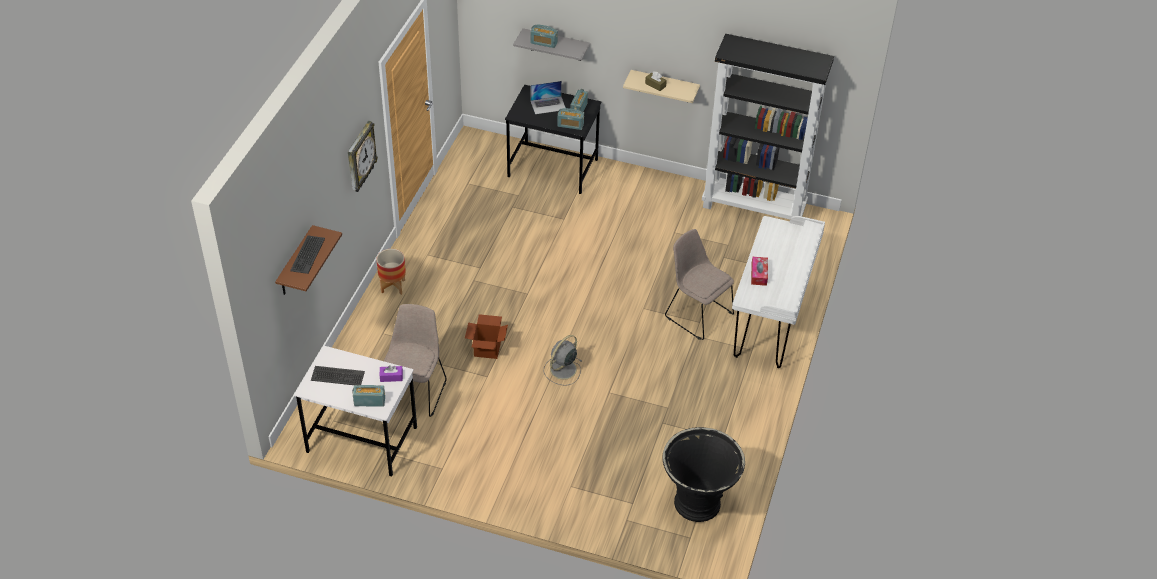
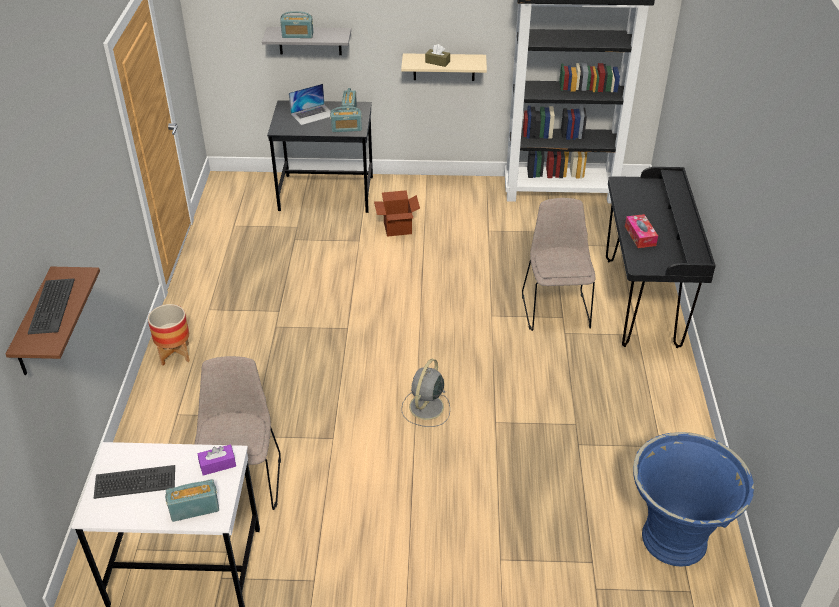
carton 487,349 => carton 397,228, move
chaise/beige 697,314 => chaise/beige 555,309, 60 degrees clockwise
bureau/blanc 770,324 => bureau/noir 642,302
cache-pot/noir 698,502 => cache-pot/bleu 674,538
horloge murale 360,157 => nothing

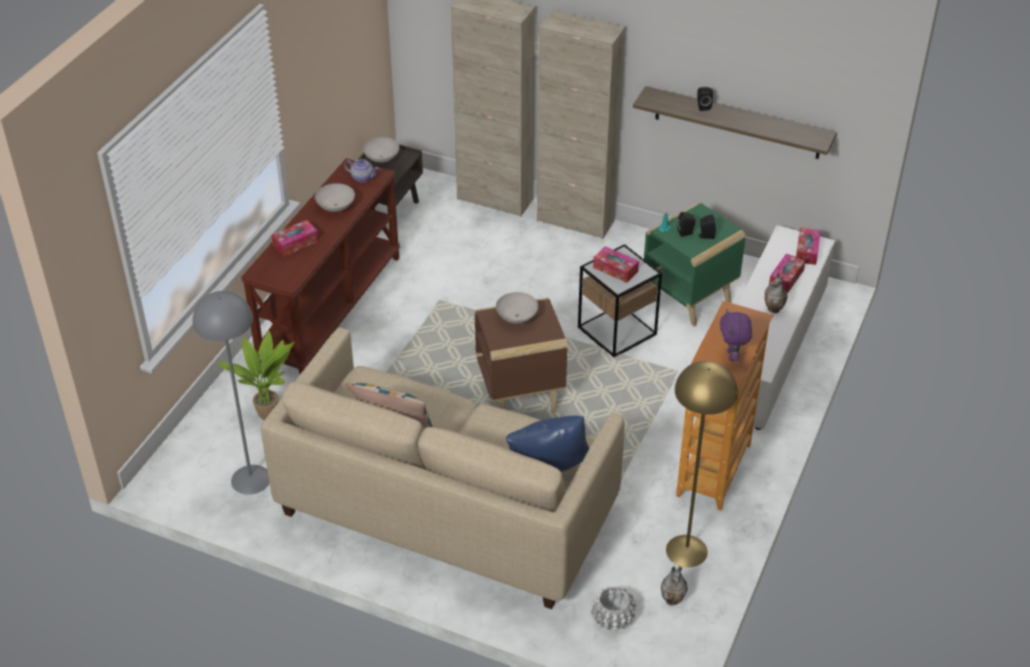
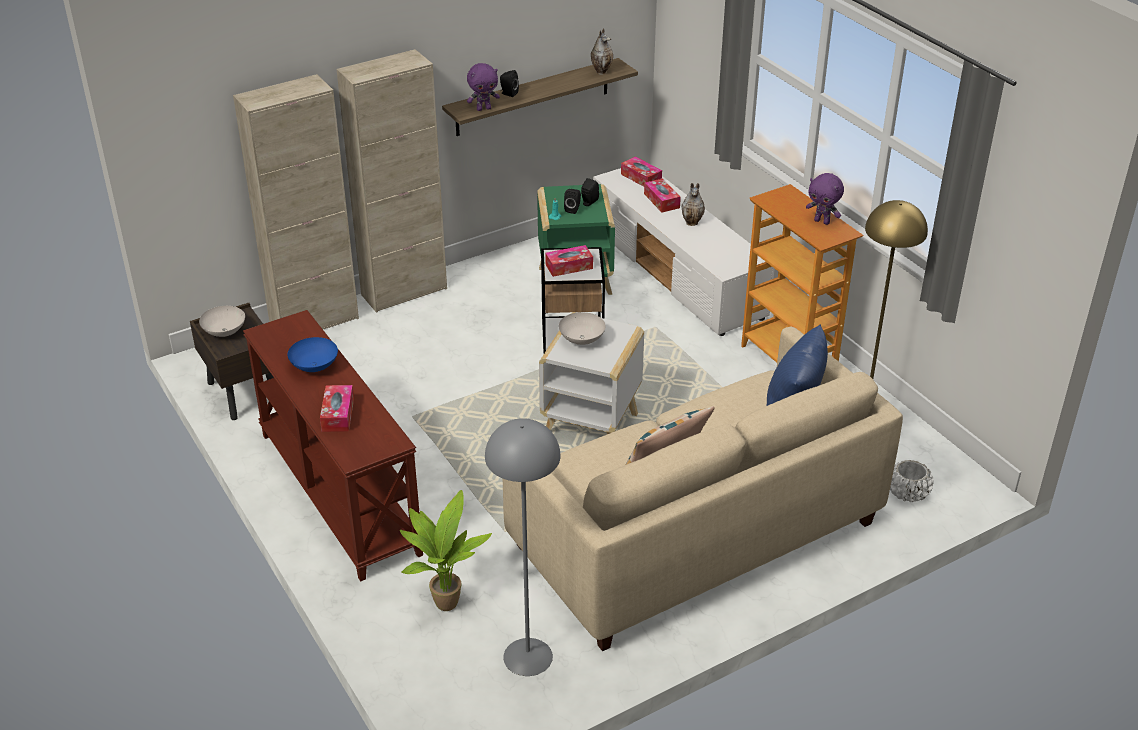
bol/blanc 335,207 => bol/bleu 313,367
nothing => peluche/violet 483,109
table d'appoint/marron 520,394 => table d'appoint/blanc 593,423
vase 673,600 => vase 601,71, move
théière 362,177 => nothing

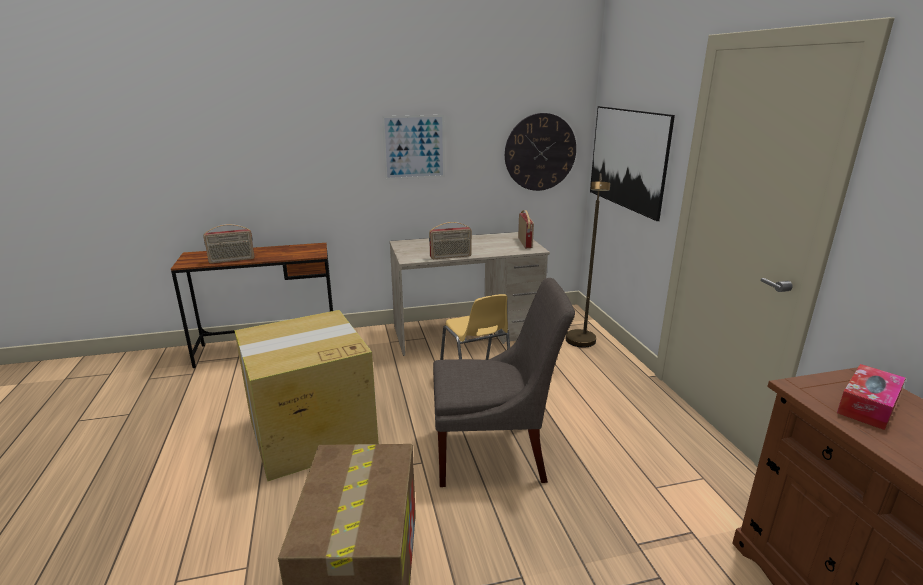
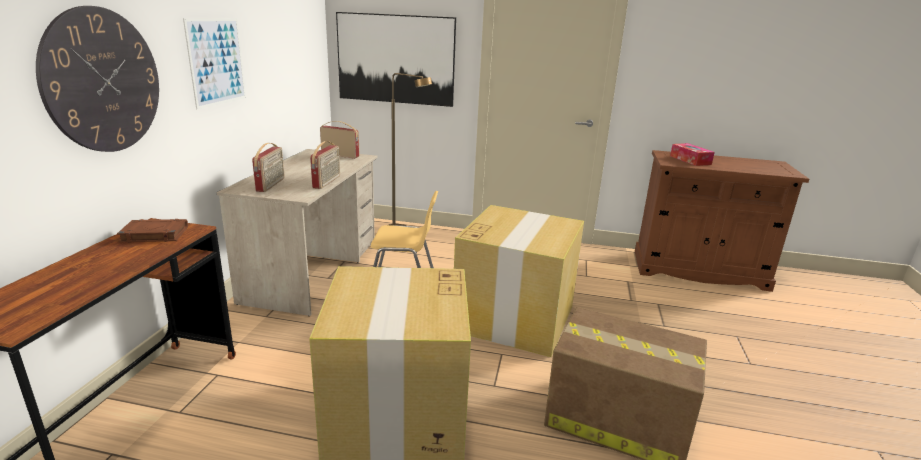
horloge murale 540,152 => horloge murale 103,81, move
nothing => livre/marron 154,235
radio 232,260 => radio 271,185, move
chaise/gris 495,454 => carton 515,317

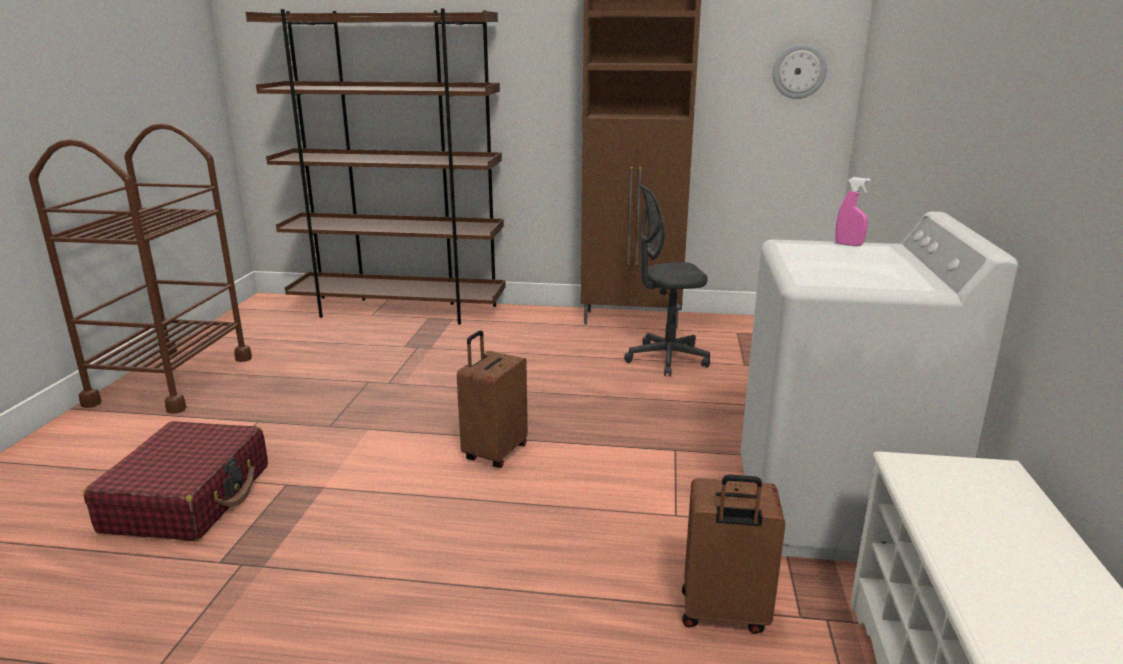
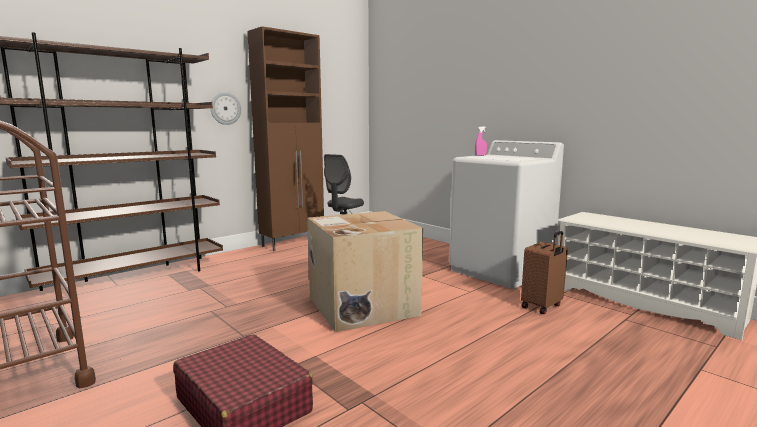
horloge murale 799,71 => horloge murale 225,108, move
valise/marron 494,453 => carton 361,305

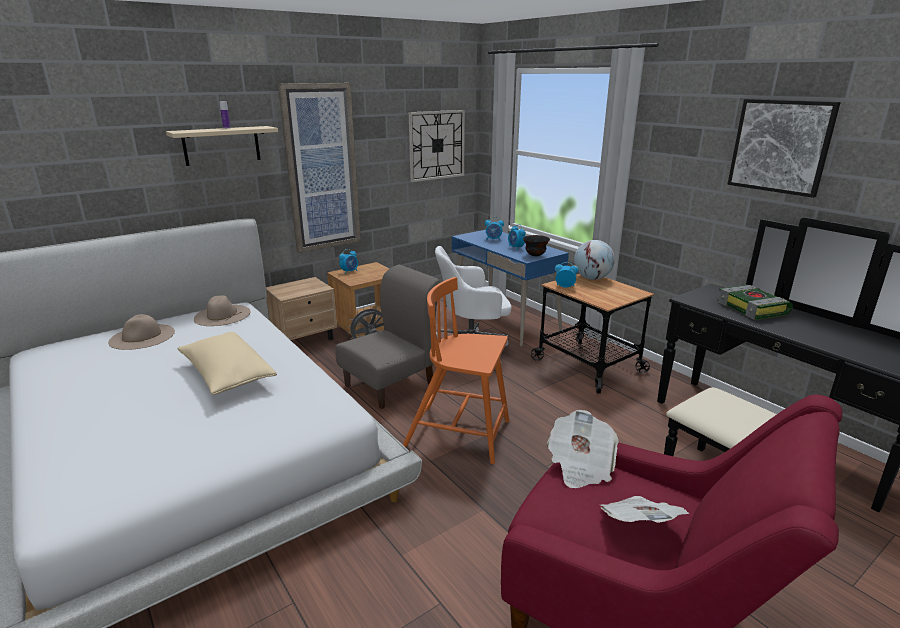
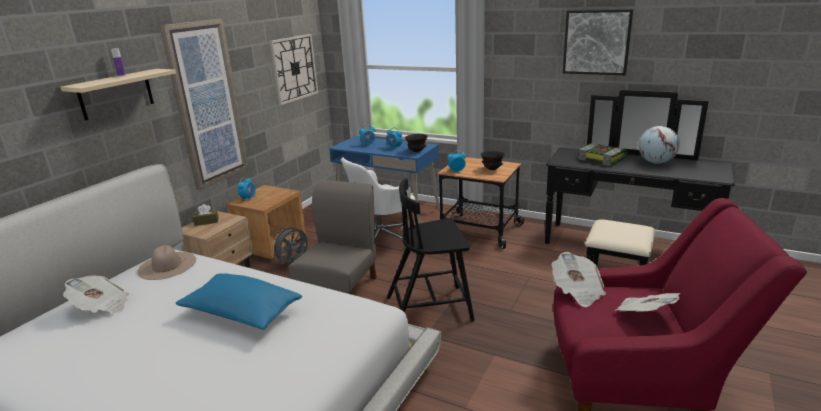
chapeau/beige 142,337 => journal 101,307
coussin/beige 227,375 => coussin/bleu 241,313
nothing => boîte à mouchoirs/marron 206,222
chaise/orange 460,434 => chaise/noir 430,308
nothing => bol/noir 492,169
globe 592,278 => globe 656,162, move

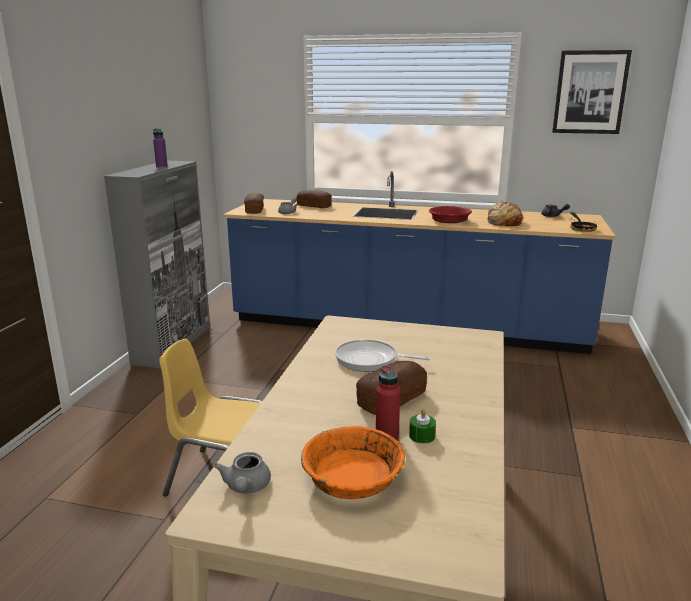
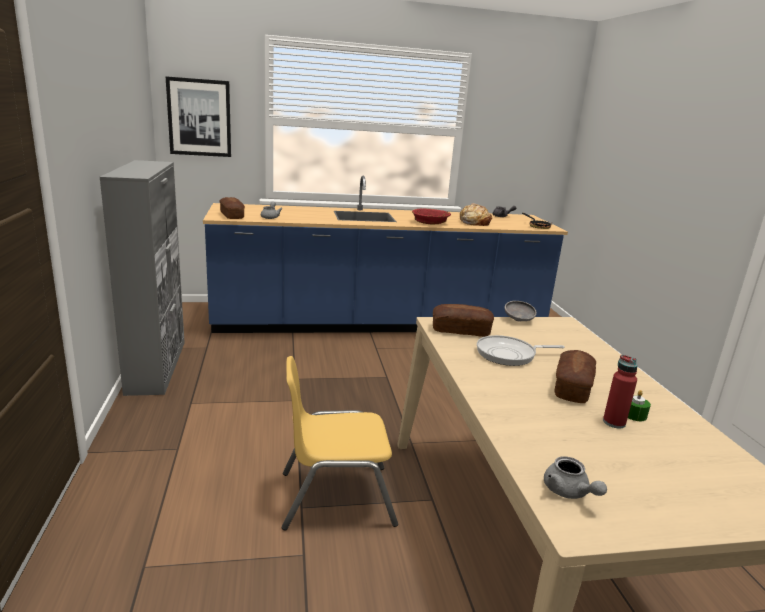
tableau 590,92 => tableau 199,117, move
pain 314,206 => pain 461,331, move
nothing => bol/gris 518,320
bouteille/violet 161,167 => nothing
bol/orange 352,477 => nothing

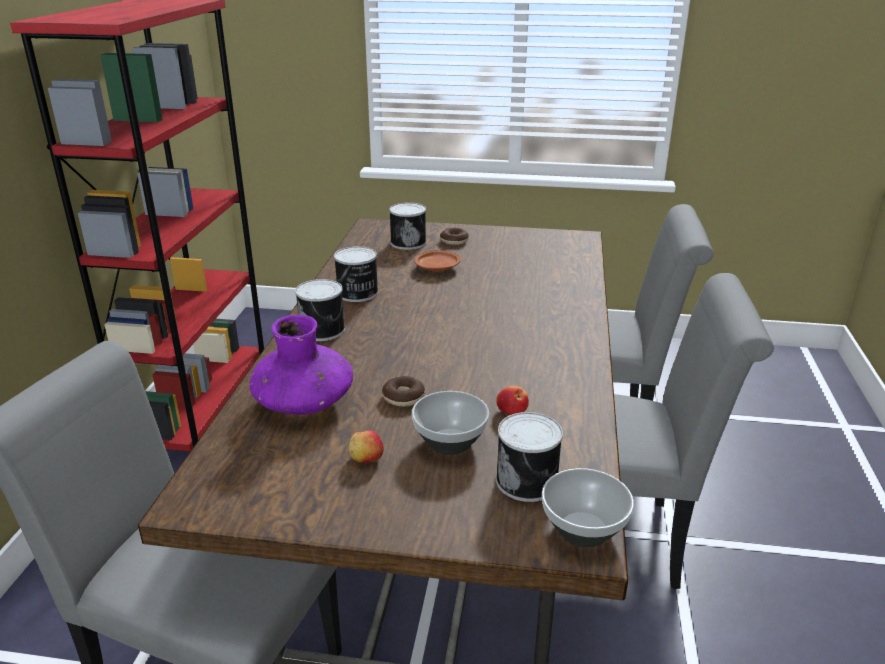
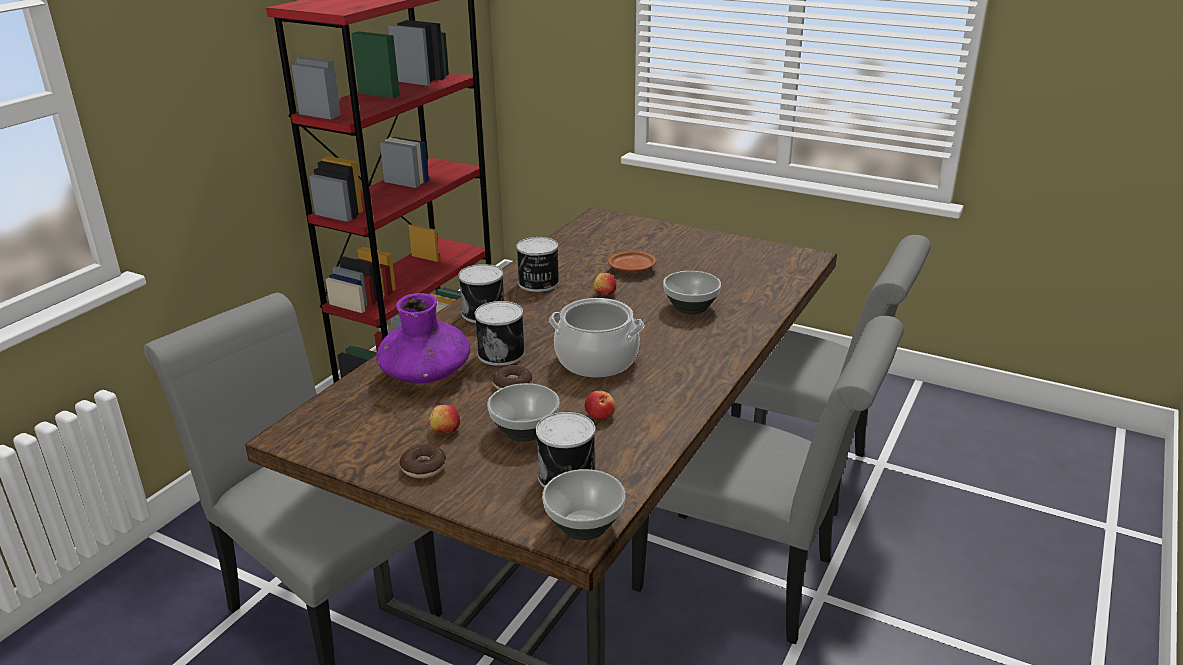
beignet 454,241 => beignet 423,467, move
boîte métallique 408,242 => boîte métallique 502,353, move
nothing => marmite 596,360
nothing => pomme 604,293
nothing => bol 690,307

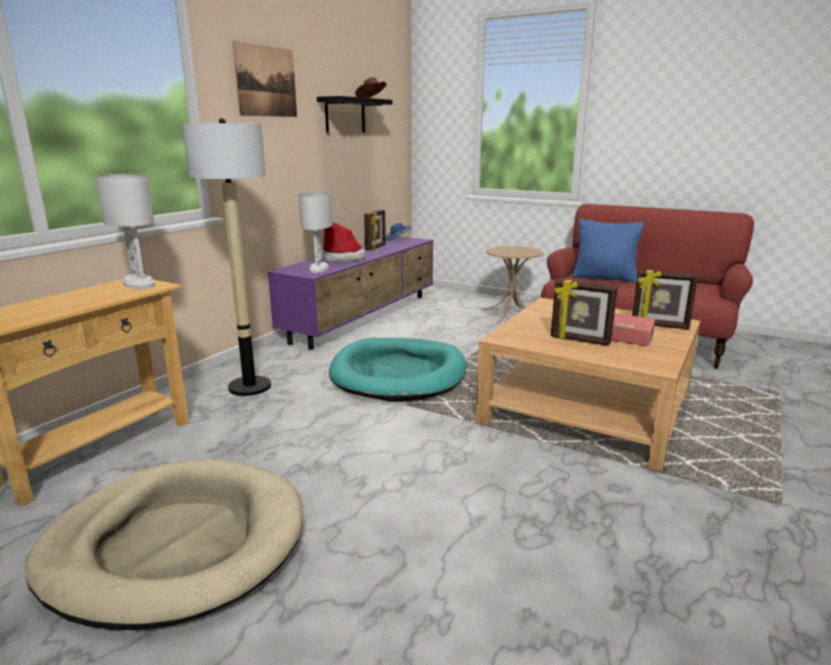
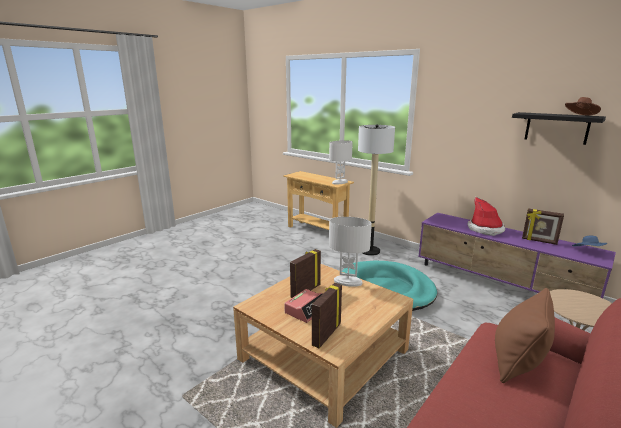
lampe de table/blanc 319,269 => lampe de table/blanc 347,282, move
coussin/bleu 604,278 => coussin/marron 517,362
panier pour chien/beige 176,545 => nothing
tableau 266,81 => nothing

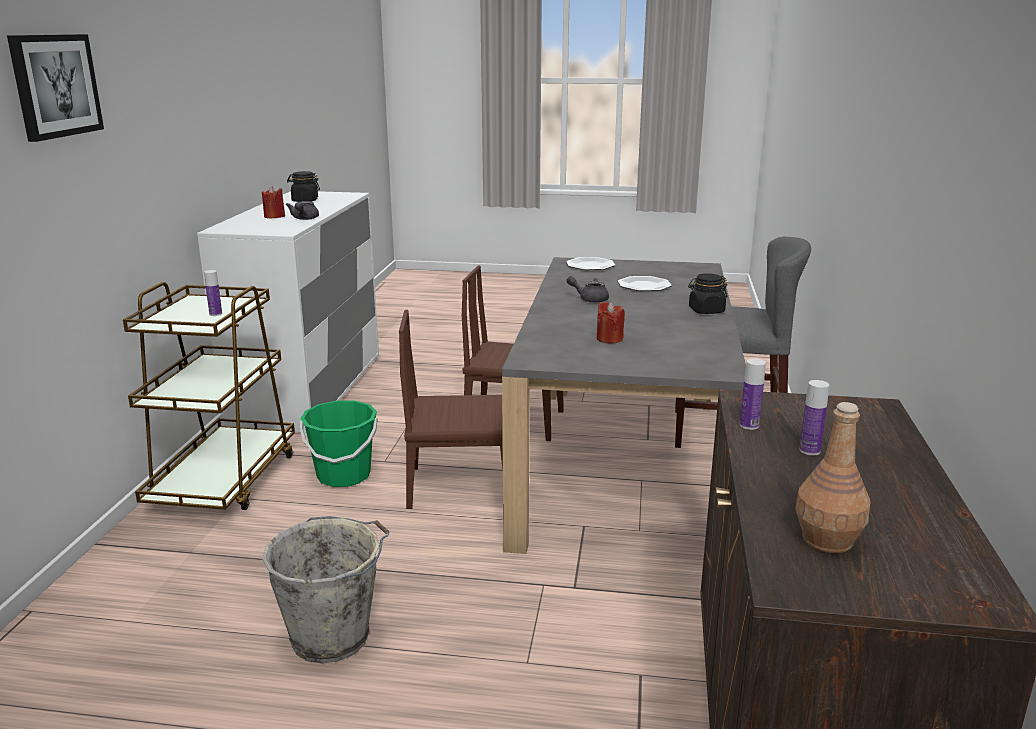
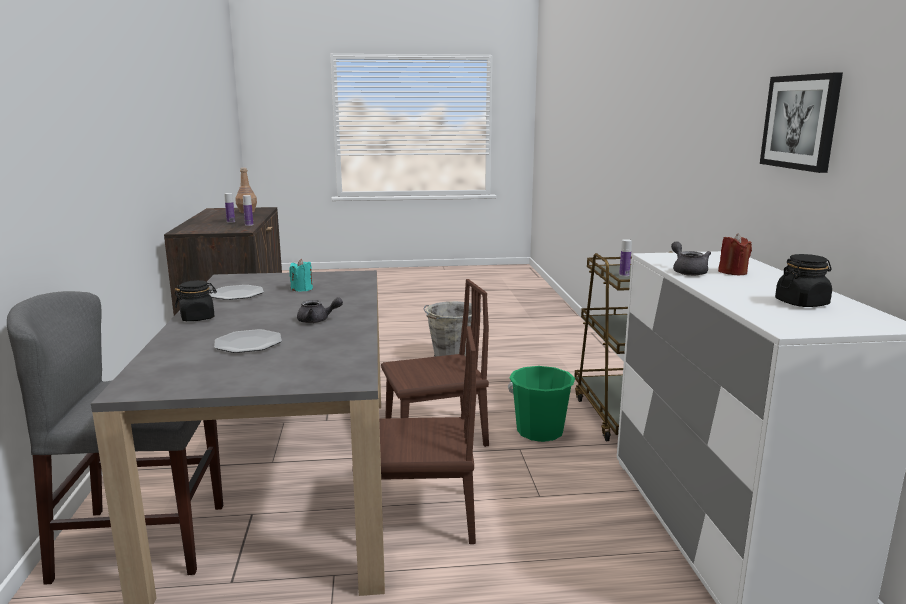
assiette 590,265 => assiette 237,294, move
bougie/rouge 609,339 => bougie/turquoise 302,289
tableau 55,85 => tableau 801,122, move

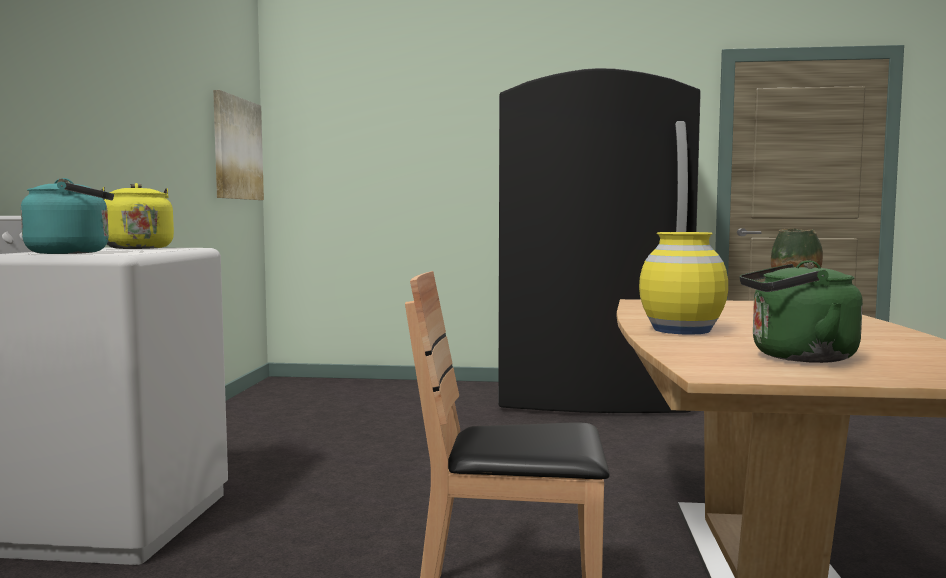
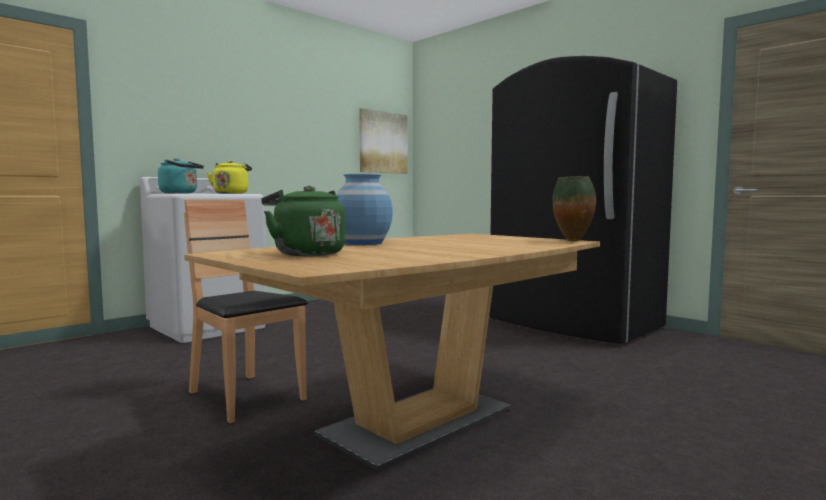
vase/jaune 682,330 => vase/bleu 363,243

